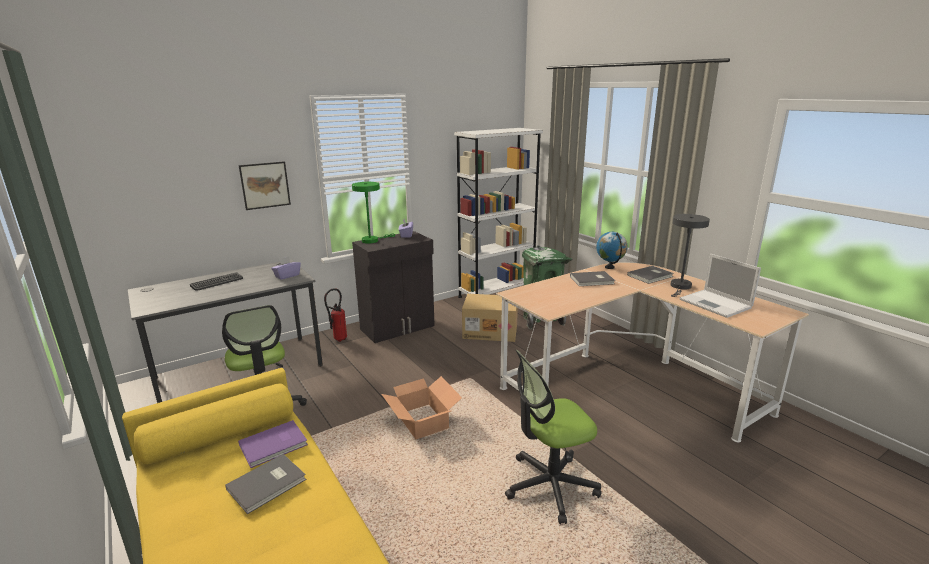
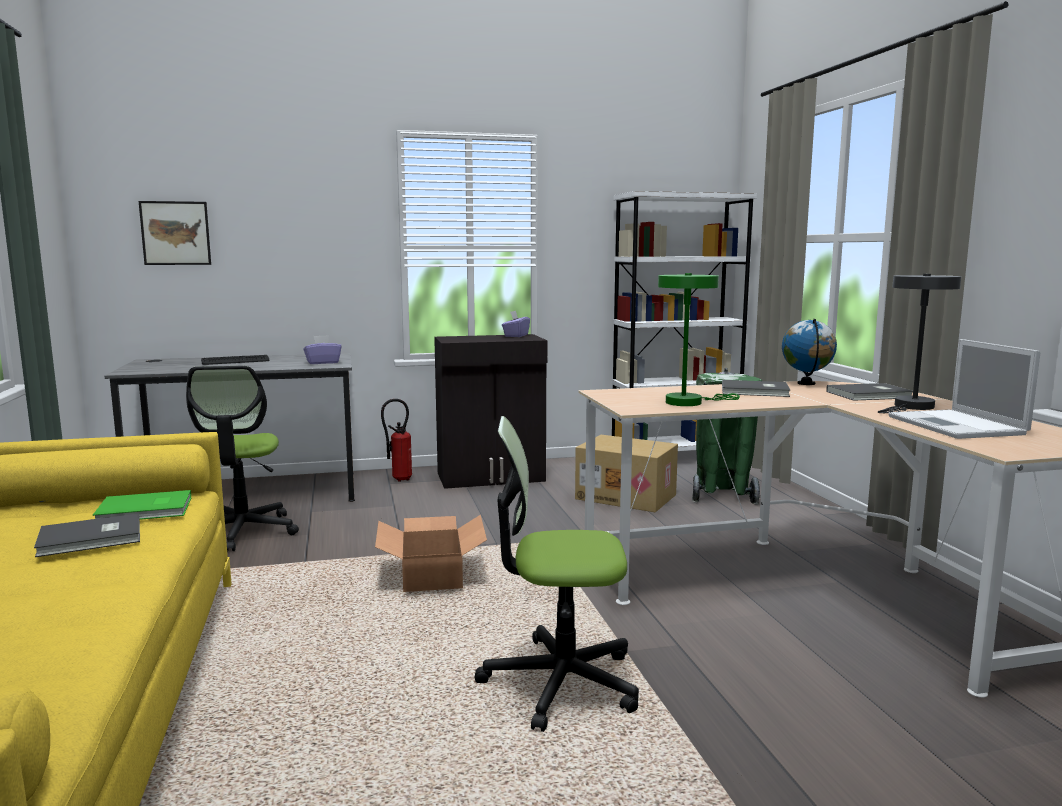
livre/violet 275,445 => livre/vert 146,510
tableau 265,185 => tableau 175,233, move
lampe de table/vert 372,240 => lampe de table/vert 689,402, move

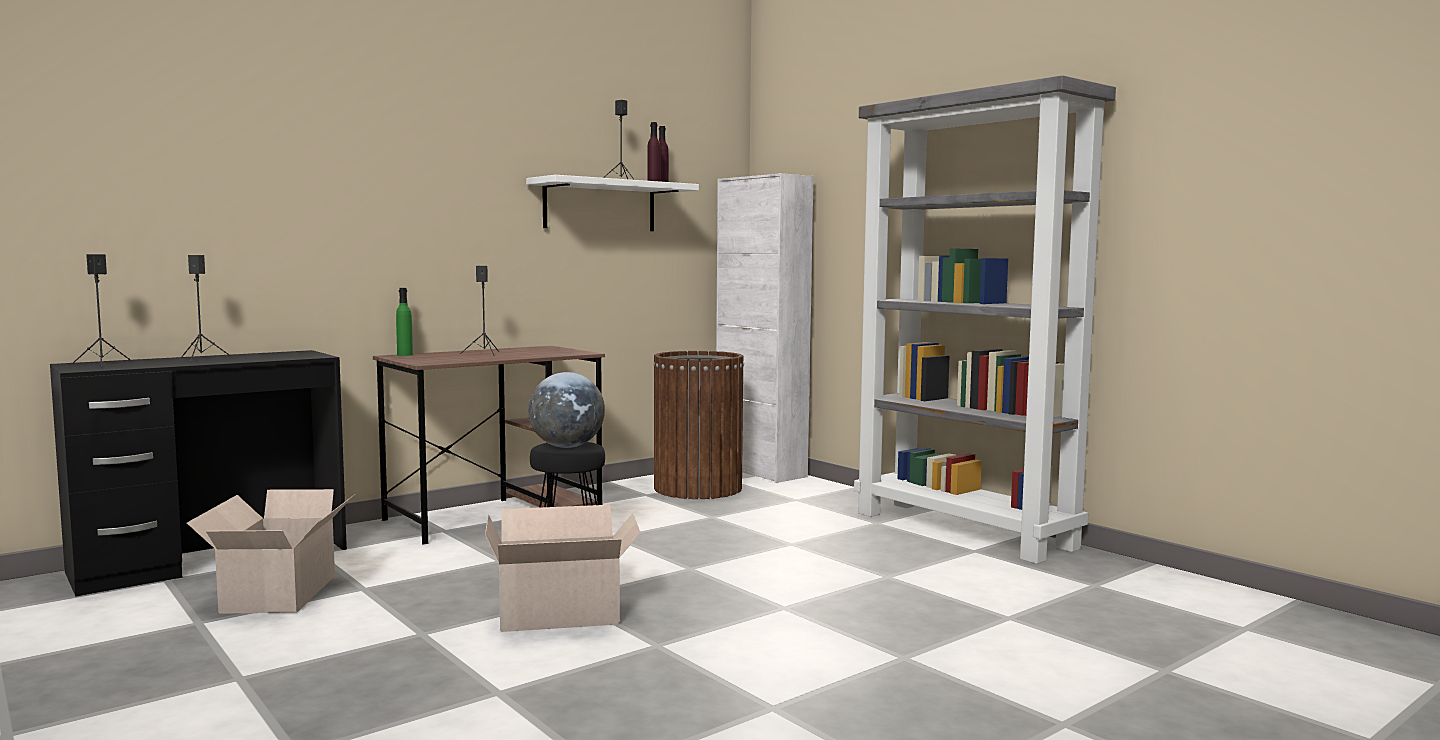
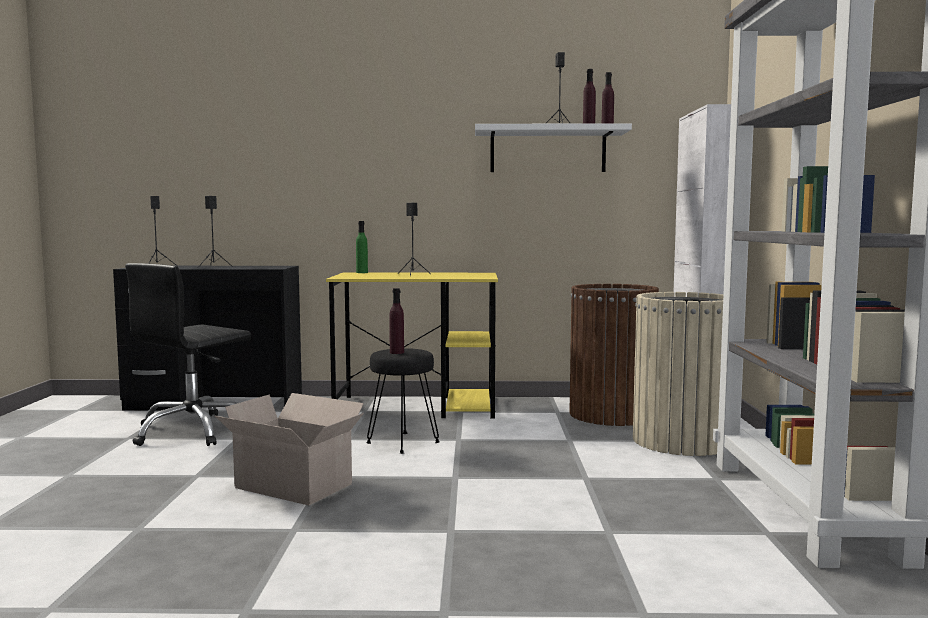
carton 277,595 => chaise de bureau/noir 193,431
bureau/marron 495,515 => bureau/jaune 418,407
globe 567,447 => bouteille/violet 397,352
nothing => poubelle/beige 681,441

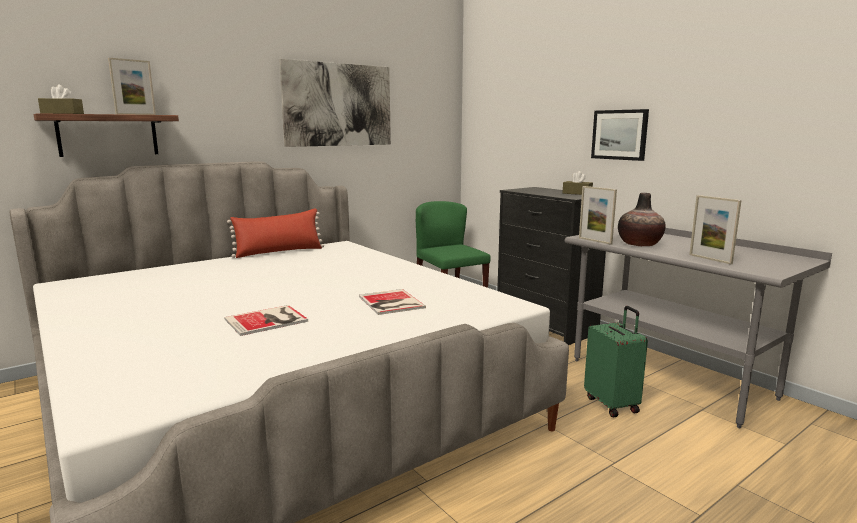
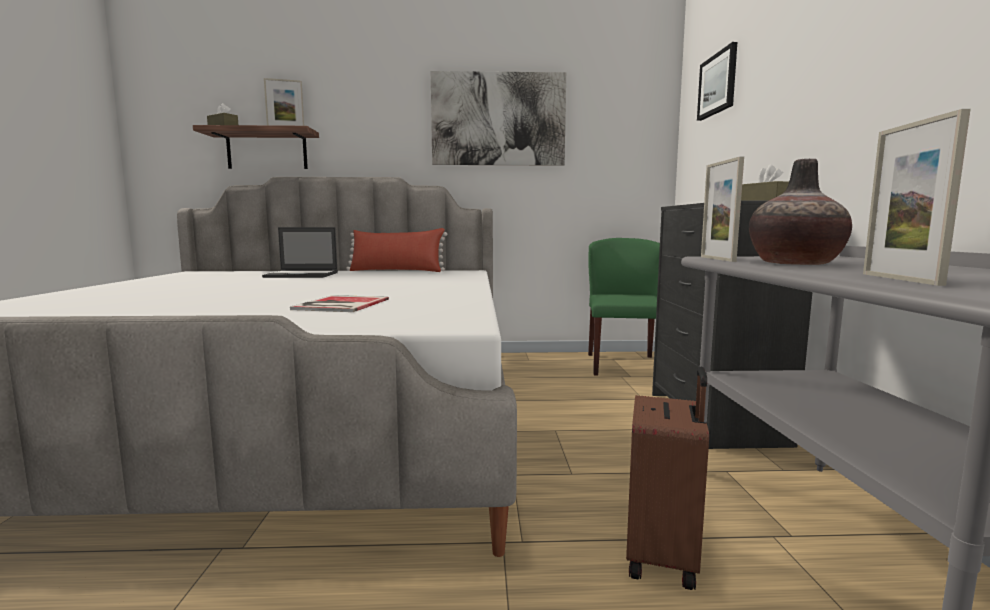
nothing => ordinateur portable 303,275
valise/vert 612,404 => valise/marron 663,557
tableau 619,134 => tableau 717,84, move
livre 268,320 => nothing

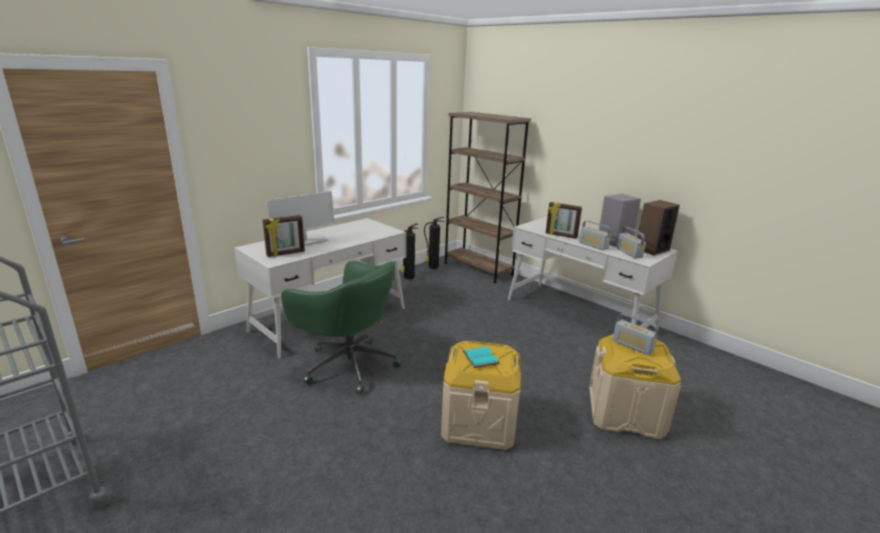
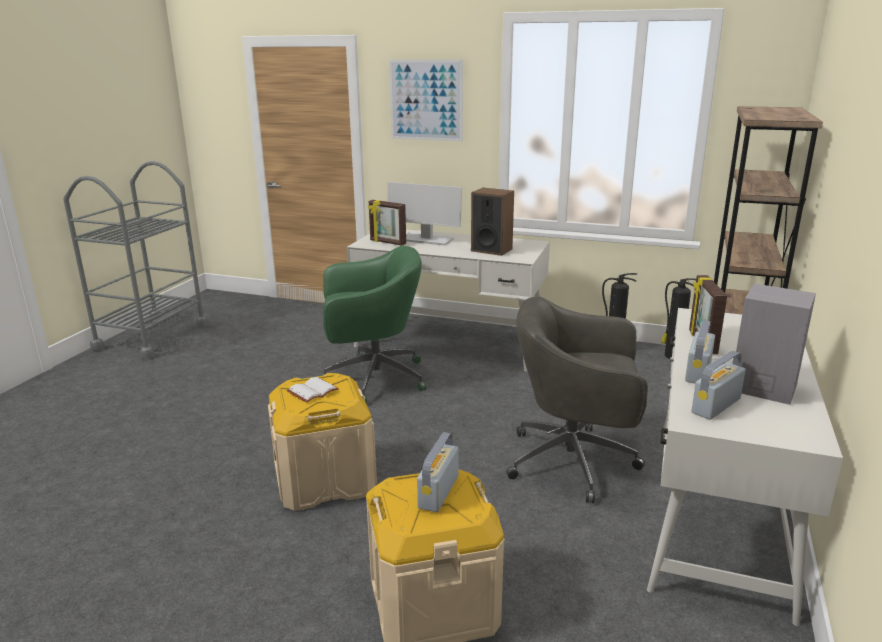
livre/turquoise 479,358 => livre/blanc 312,390
chaise de bureau/vert 348,364 => chaise de bureau/vert 372,378, 105 degrees counterclockwise
nothing => tableau 426,100
enceinte 652,250 => enceinte 491,250, move
nothing => chaise de bureau/gris 575,461

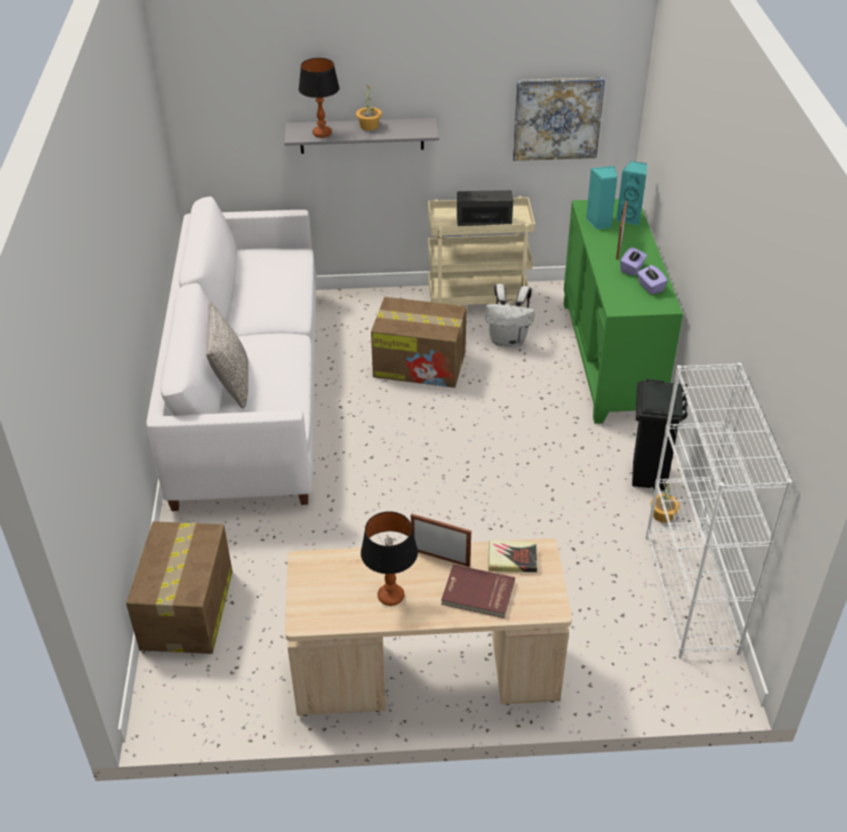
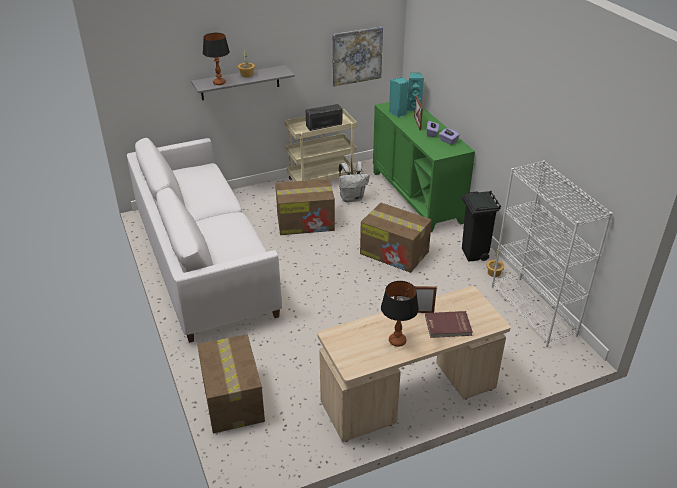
nothing => carton 395,253
coussin/gris 232,382 => nothing
livre 512,559 => nothing

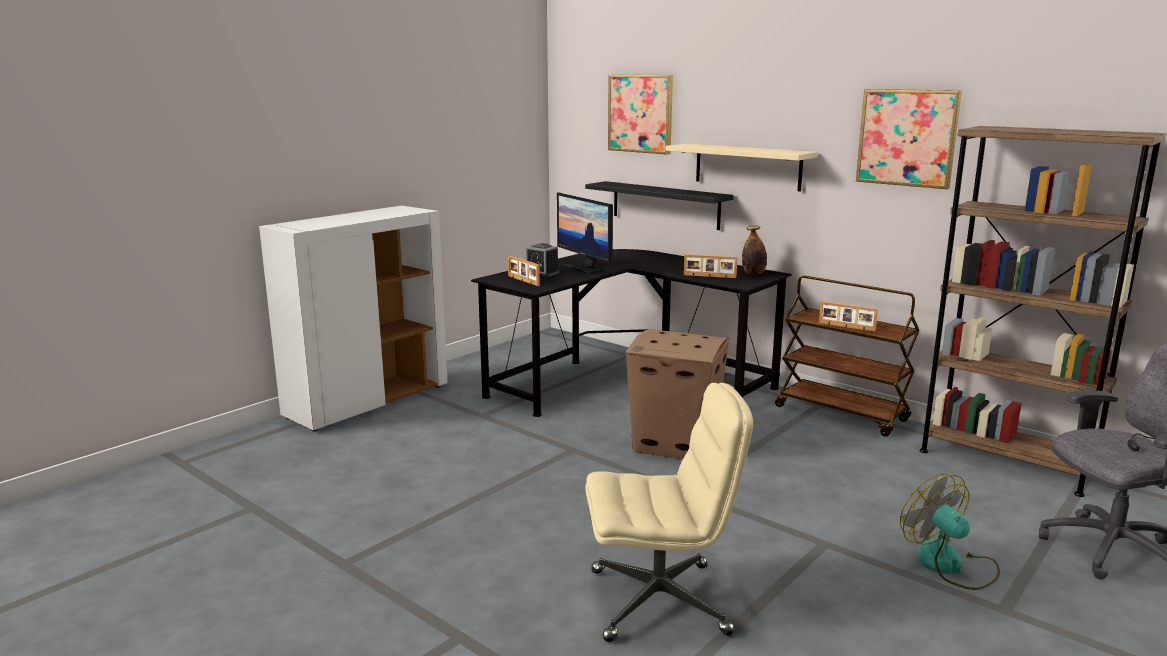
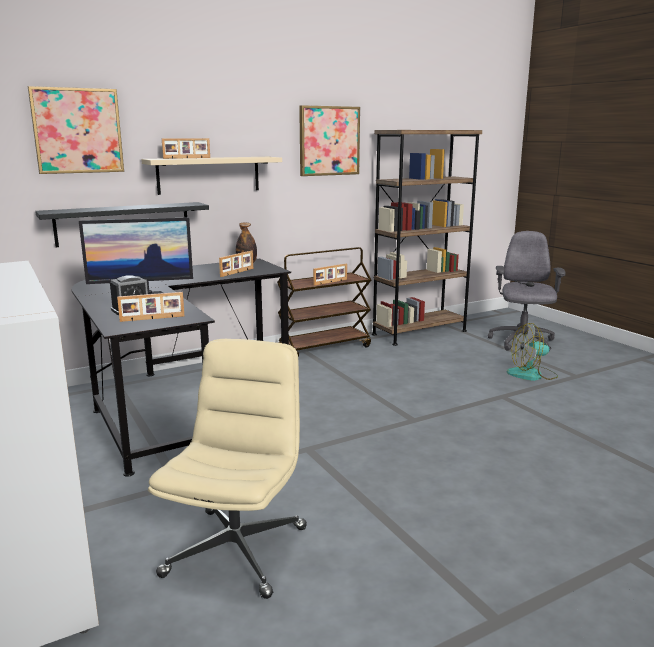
chaise de bureau/beige 660,601 => chaise de bureau/beige 236,550, move
nothing => cadre photo 187,158
carton 676,443 => nothing

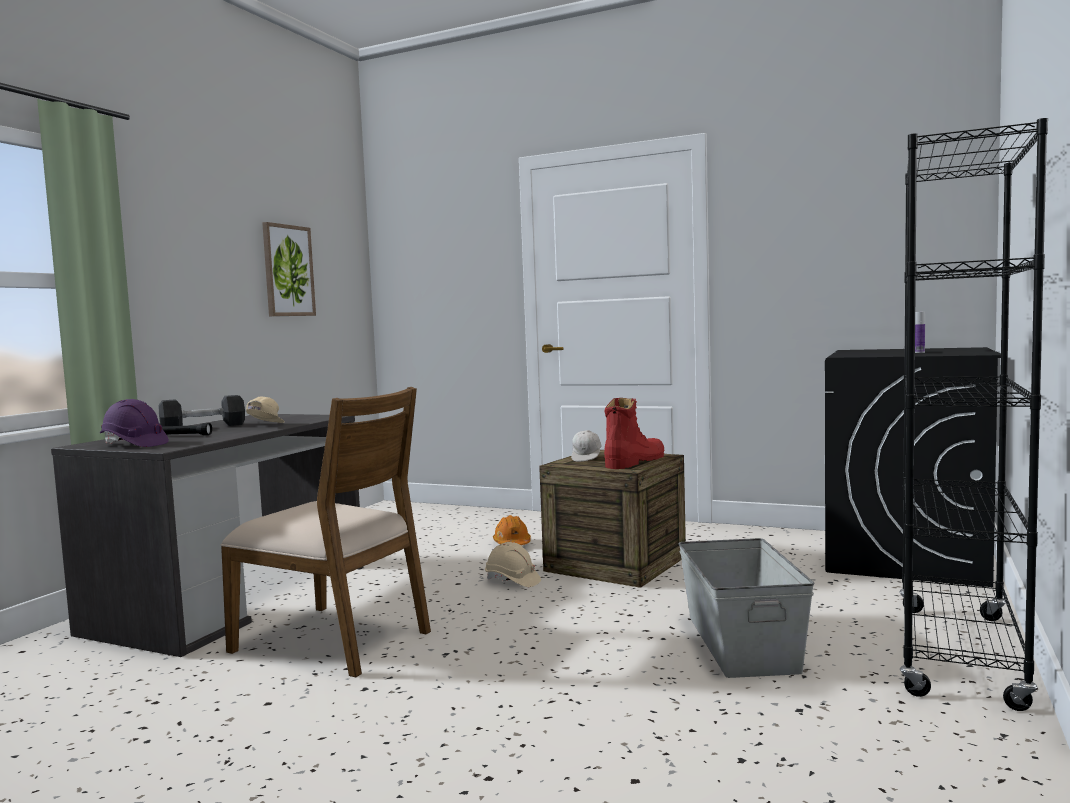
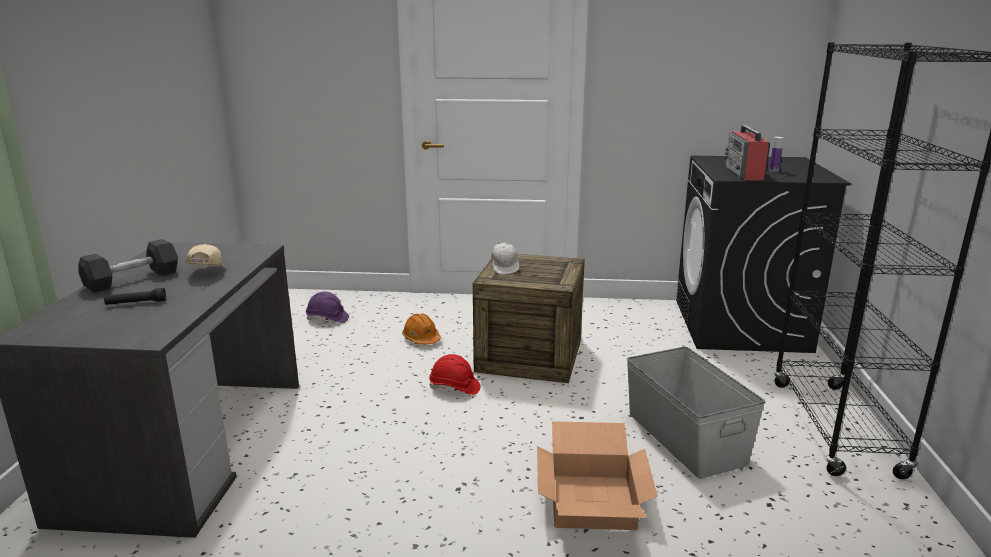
casque de chantier/violet 134,444 => casque de chantier/violet 327,319, move
casque de chantier/beige 512,581 => casque de chantier/rouge 454,388
nothing => carton 594,502
nothing => radio 744,173
chaise/marron 334,640 => nothing
tableau 288,271 => nothing
botte/rouge 634,462 => nothing

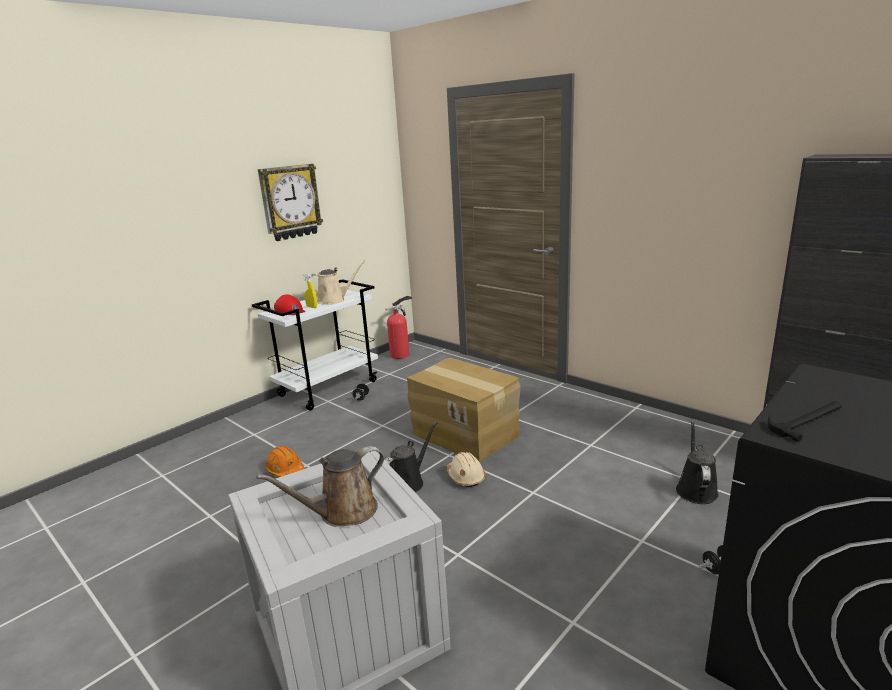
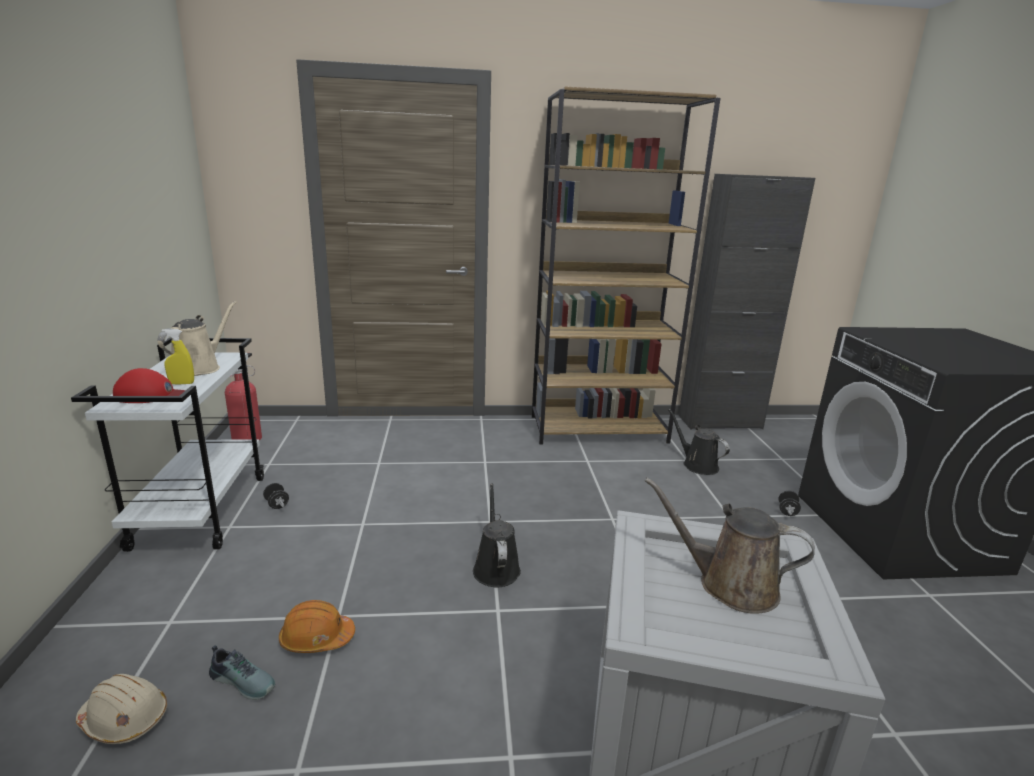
casque de chantier/beige 465,477 => casque de chantier/beige 124,719, move
nothing => chaussure 244,680
nothing => bibliothèque/marron 598,429
arrosoir/marron 343,512 => arrosoir/marron 729,585, 105 degrees clockwise
horloge murale 290,202 => nothing
carton 465,434 => nothing
marteau 806,420 => nothing

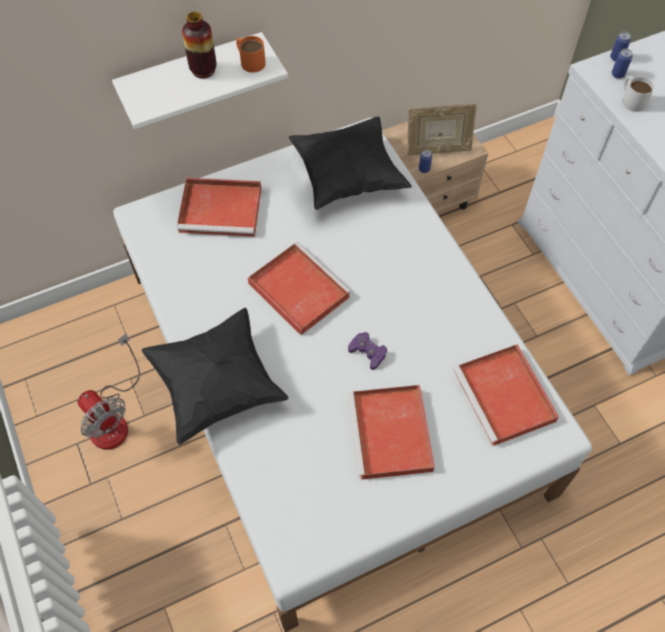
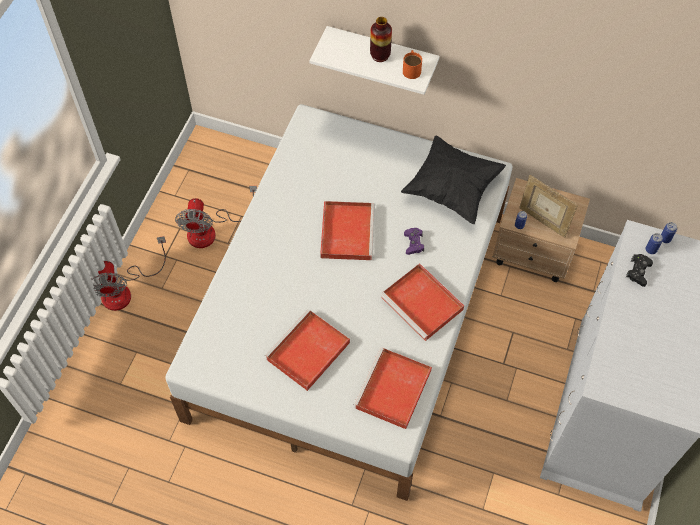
nothing => ventilateur 125,290
plateau/rouge 222,209 => plateau/rouge 423,304, move
manette/violet 367,352 => manette/violet 413,243, move
mug/blanc 631,99 => manette/noir 638,272
coussin/noir 217,385 => nothing

